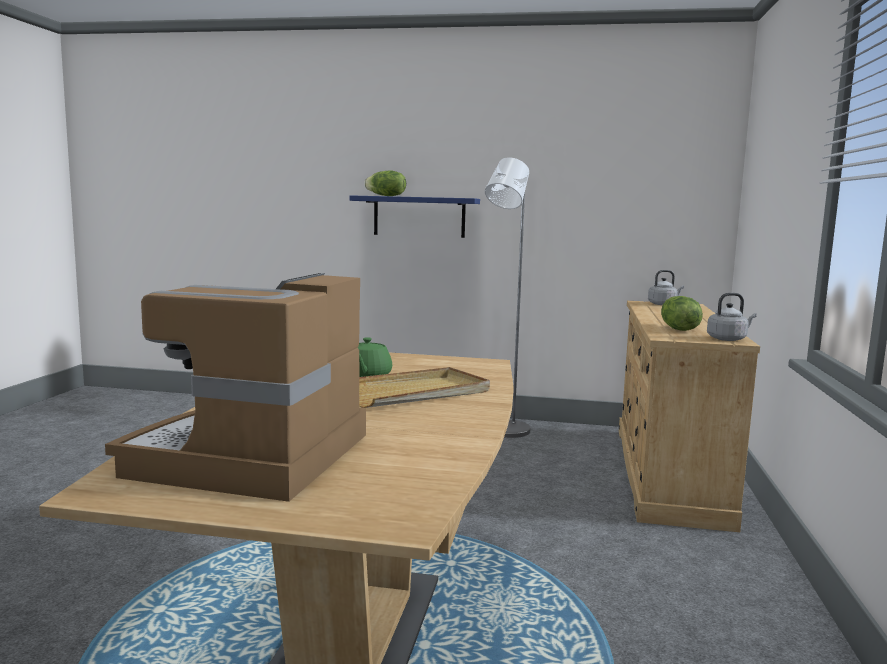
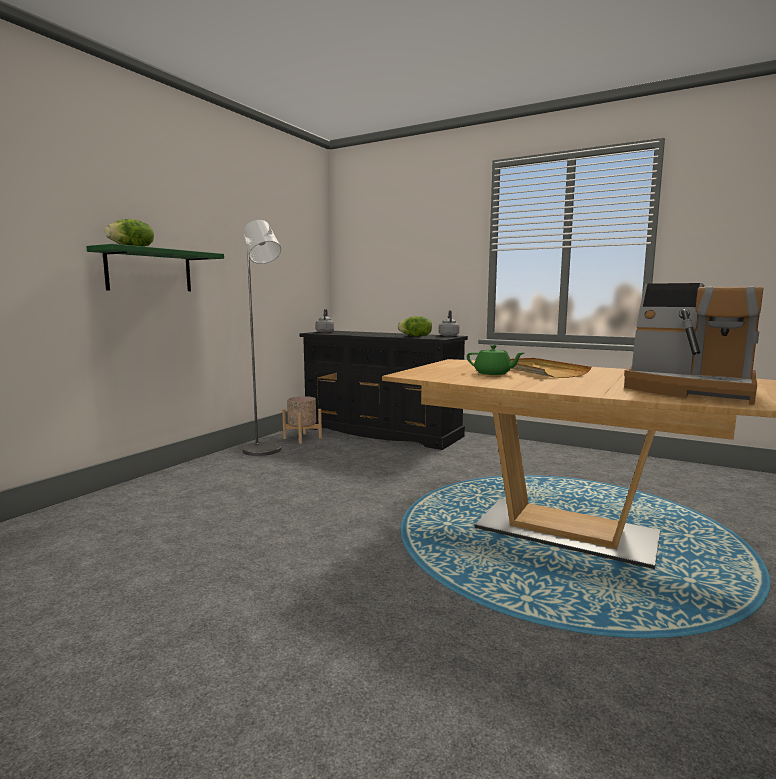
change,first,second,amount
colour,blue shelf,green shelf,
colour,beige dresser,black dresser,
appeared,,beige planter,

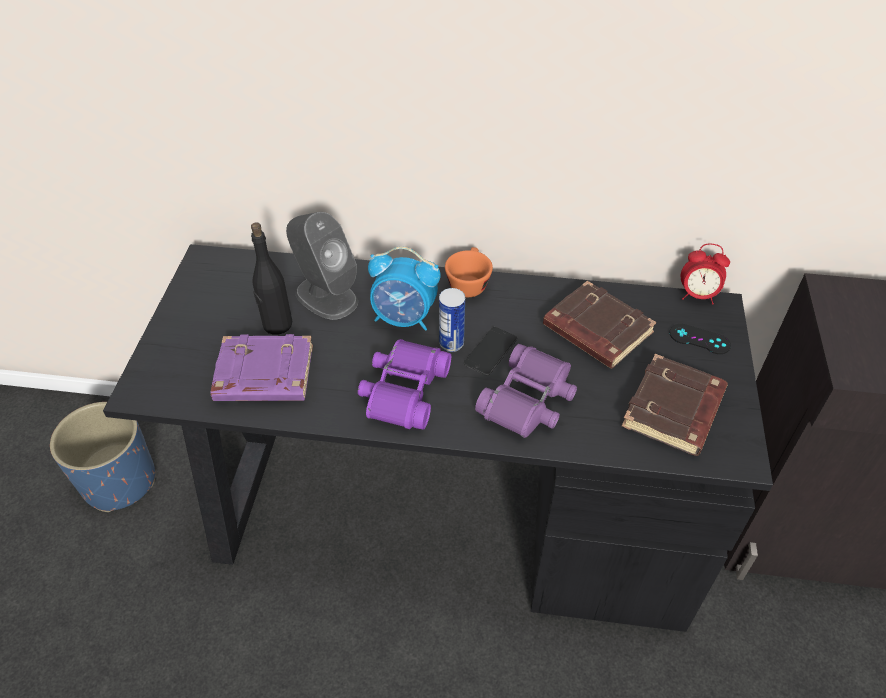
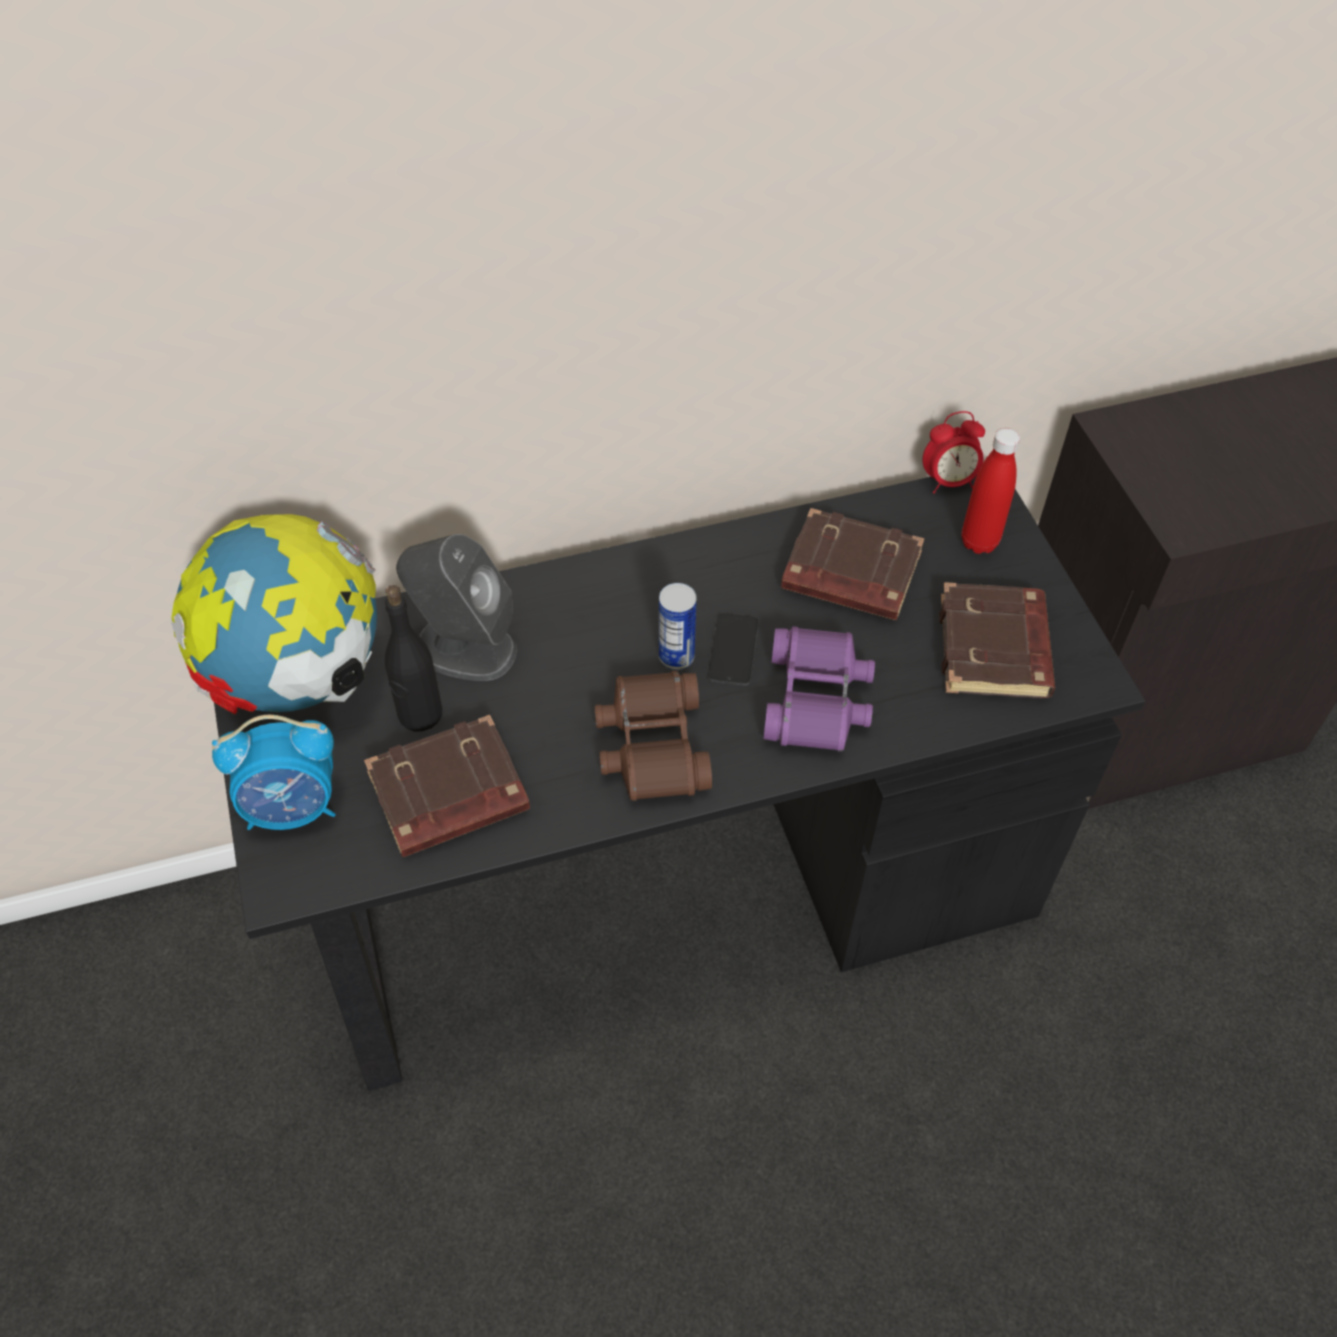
change,first,second,amount
missing,blue planter,,
colour,purple book,brown book (no. 1 from left),
colour,purple binoculars (no. 1 from left),brown binoculars,
relocated,alarm clock (no. 1 from left),,
missing,orange cup,,
exchanged,black game controller,red bottle,
appeared,,globe,

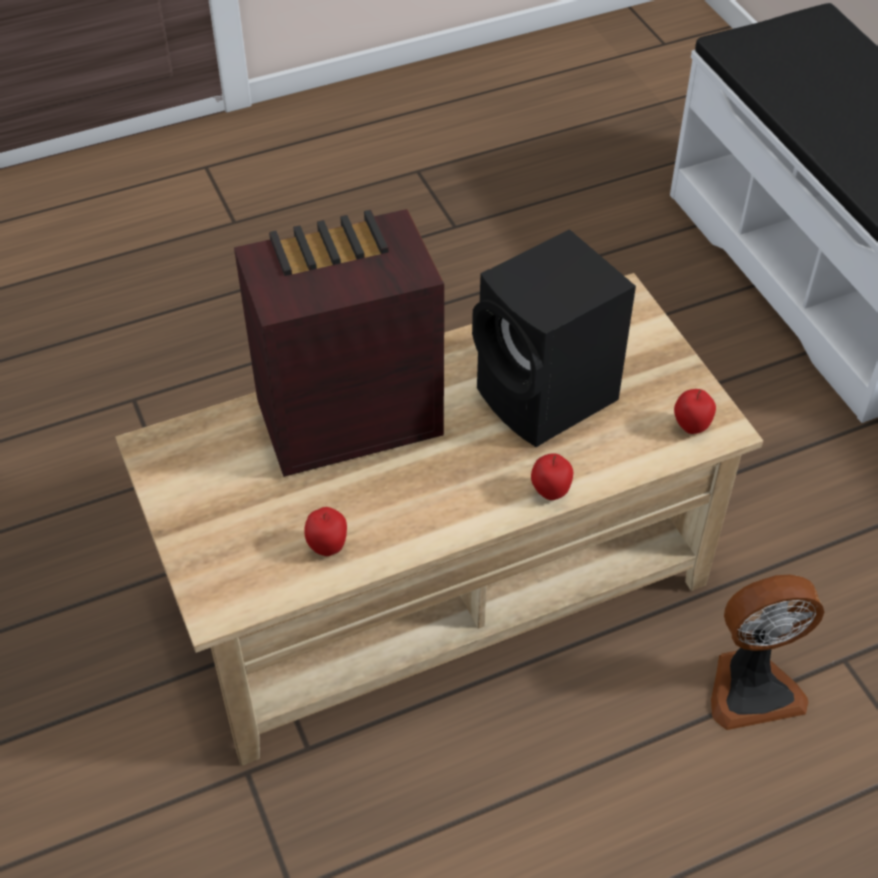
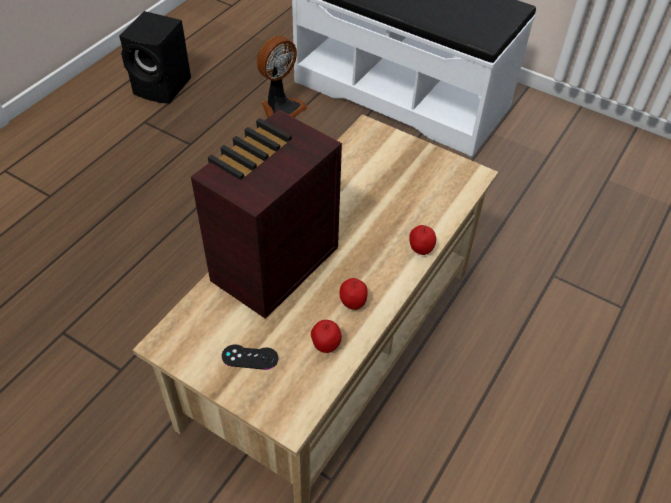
change,first,second,amount
relocated,black speaker,,
relocated,apple (no. 3 from left in the first image),apple (no. 2 from left),
relocated,fan,,
appeared,,black game controller,

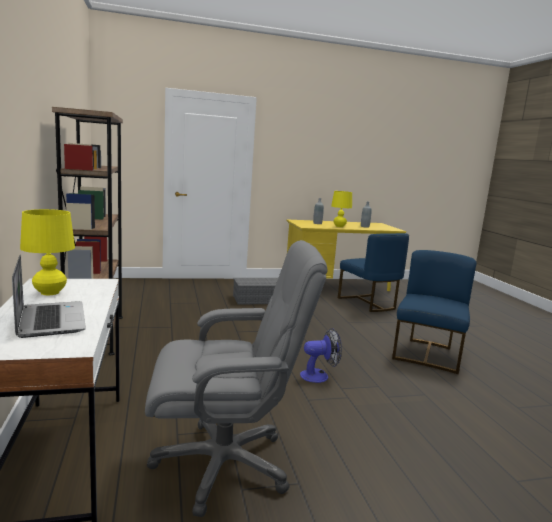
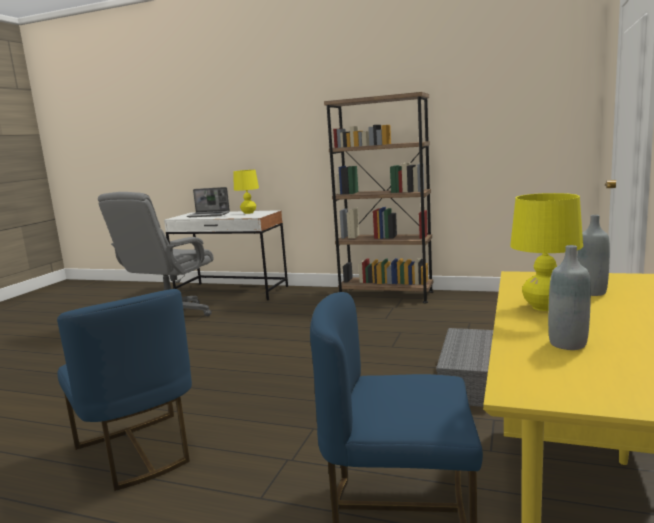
change,first,second,amount
missing,fan,,

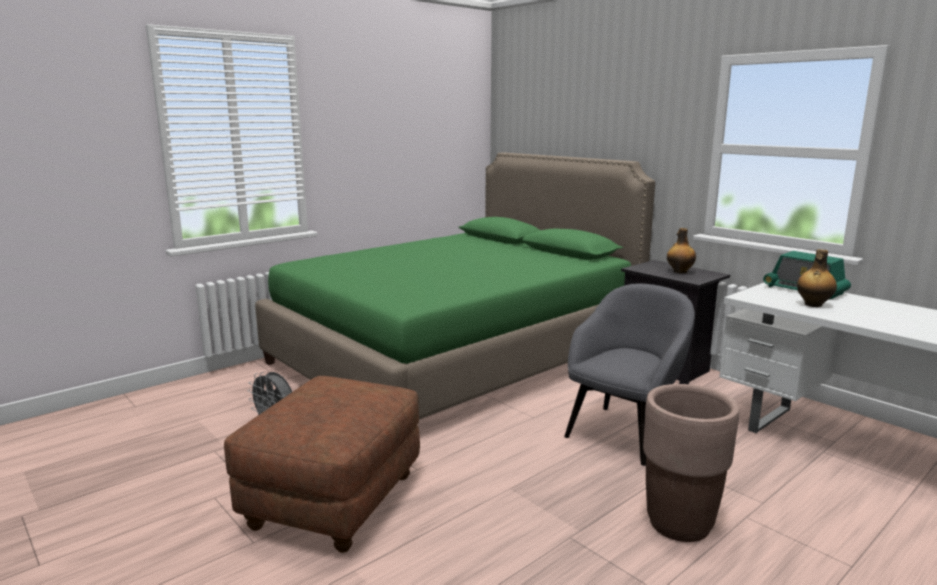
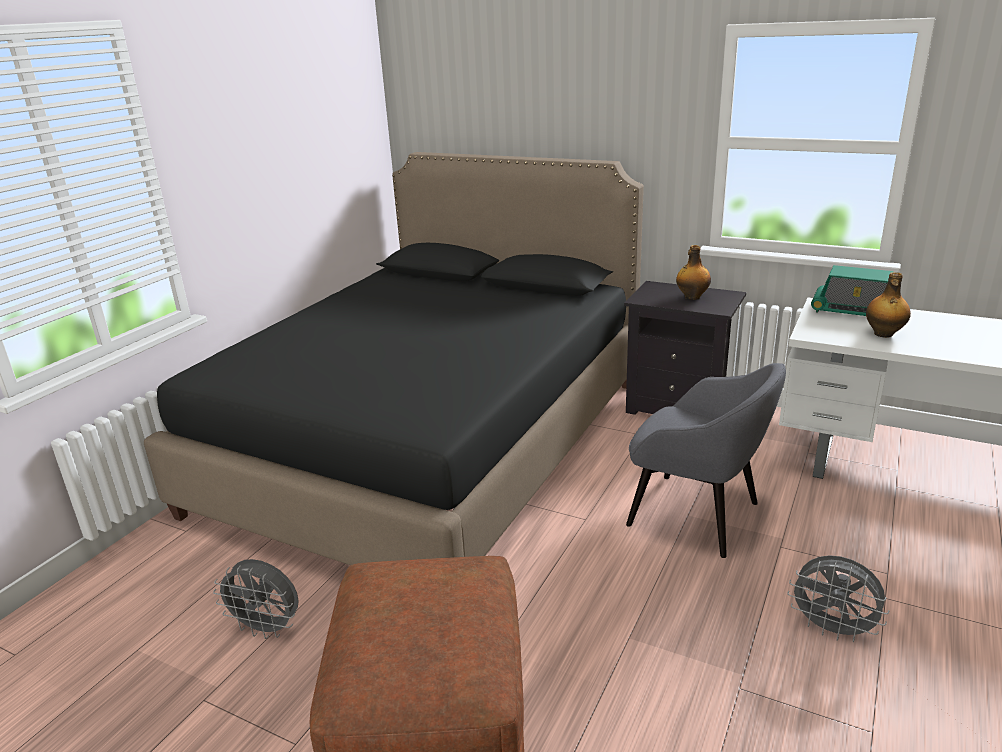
change,first,second,amount
colour,green bed,black bed,
spun,grey armchair,,105 degrees clockwise
exchanged,brown planter,grey fan (no. 2 from left),

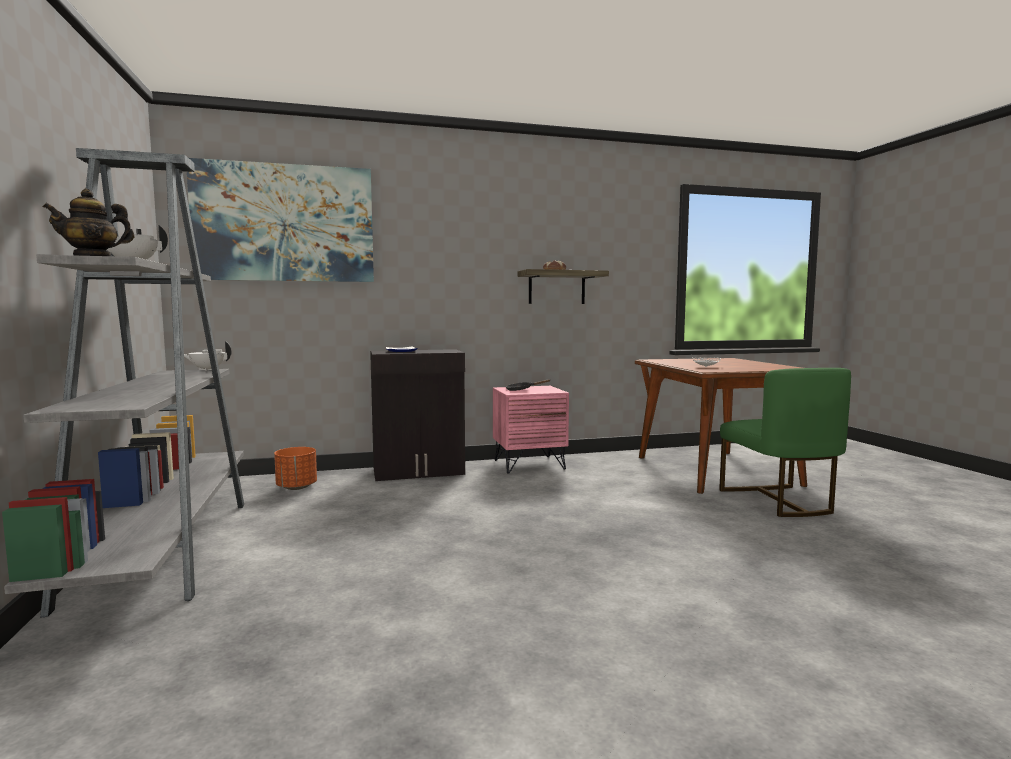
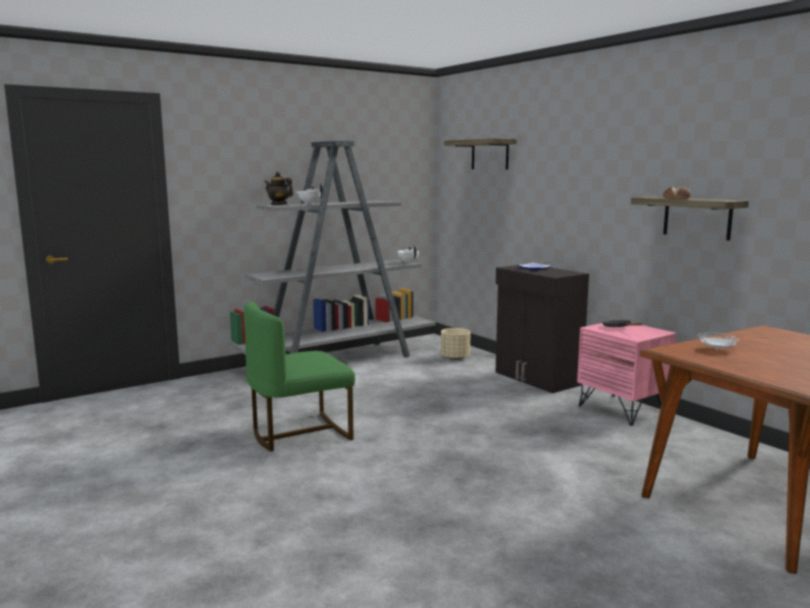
change,first,second,amount
exchanged,picture,shelf (no. 1 from left),
colour,orange planter,beige planter,
relocated,green chair,,

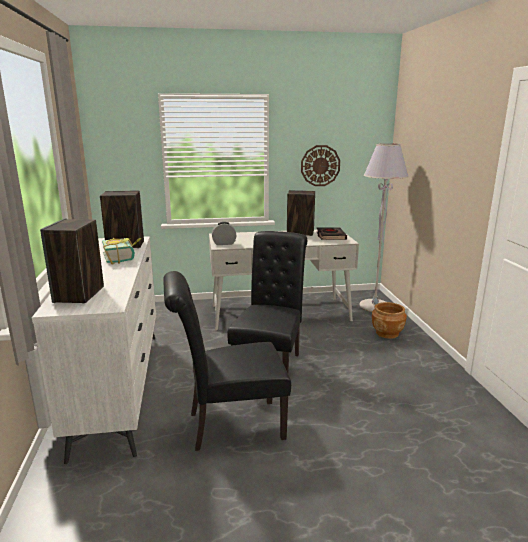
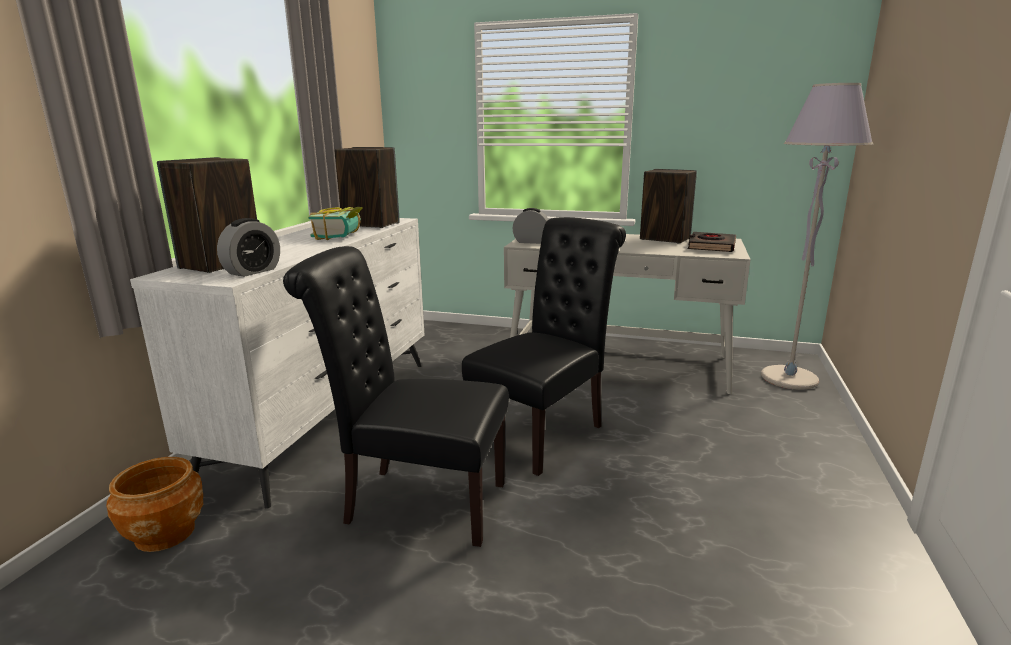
change,first,second,amount
missing,wall clock,,
relocated,brown planter,,
appeared,,alarm clock (no. 1 from left),

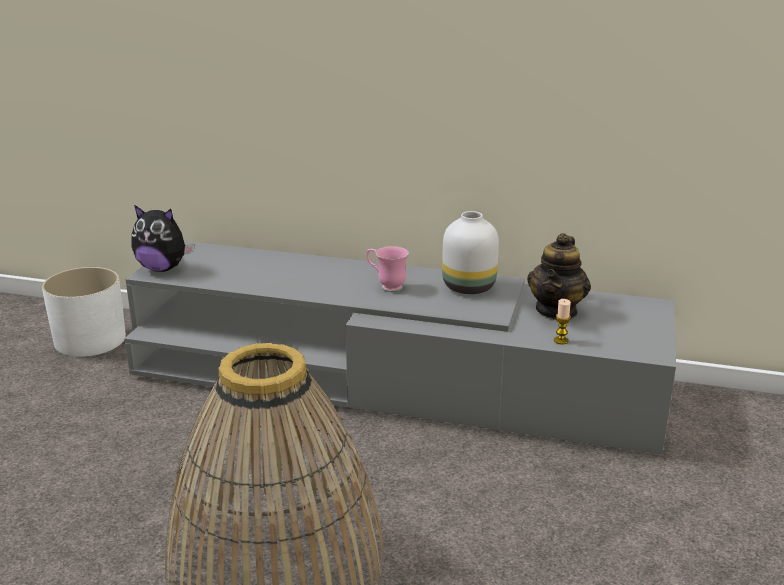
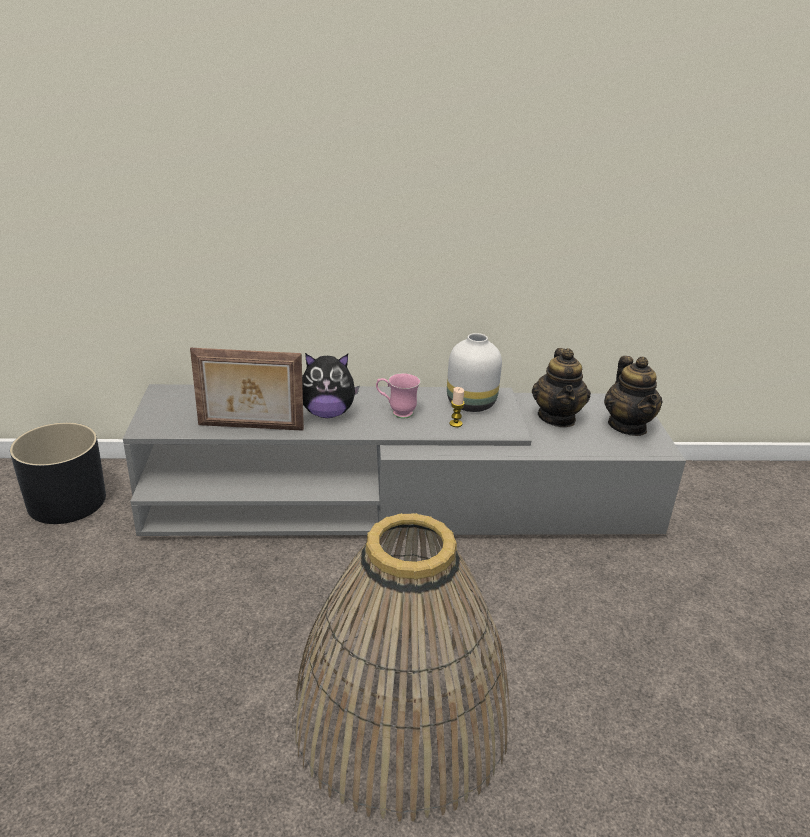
change,first,second,amount
colour,white planter,black planter,
relocated,plush toy,,
relocated,candle,,
appeared,,picture frame,
appeared,,teapot (no. 2 from left),

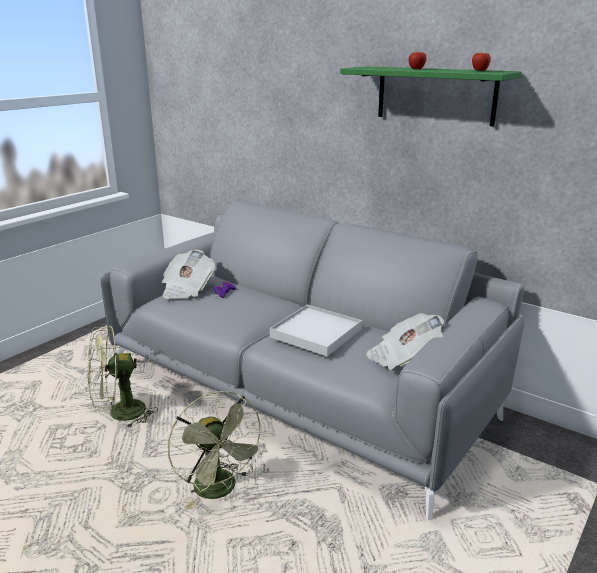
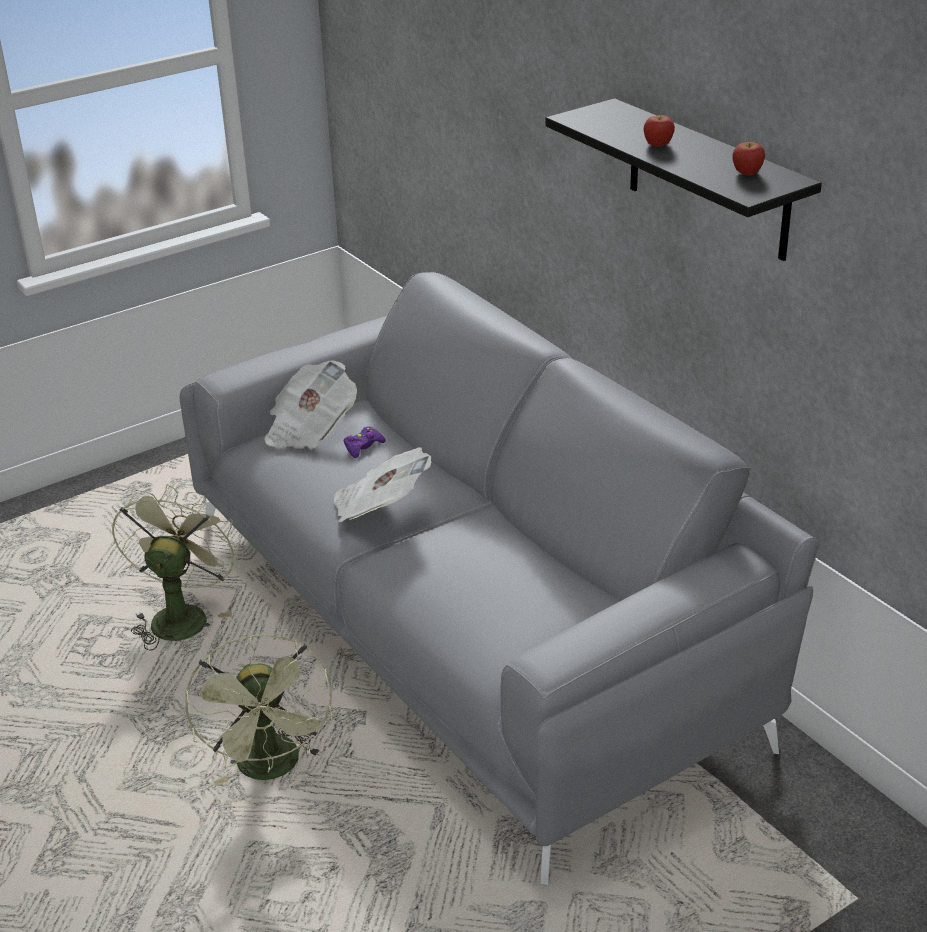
change,first,second,amount
spun,green fan (no. 1 from left),,105 degrees clockwise
missing,white tray,,
colour,green shelf,black shelf,
relocated,newspaper (no. 2 from left),,

